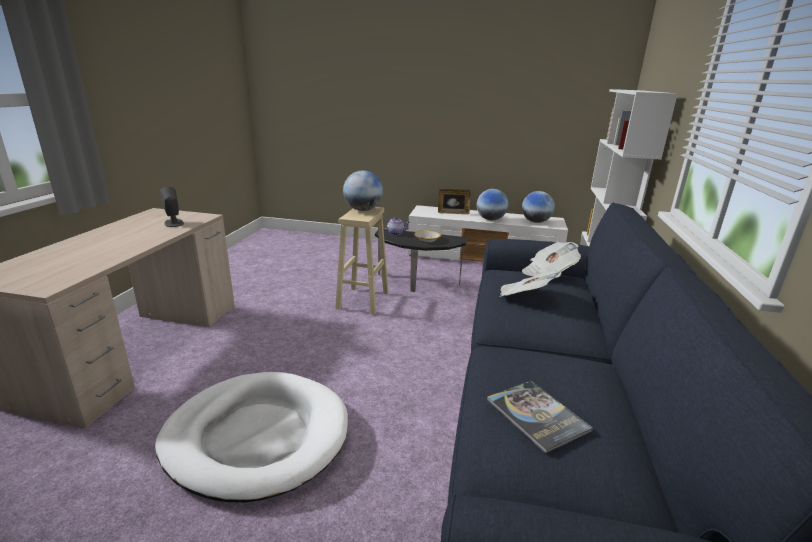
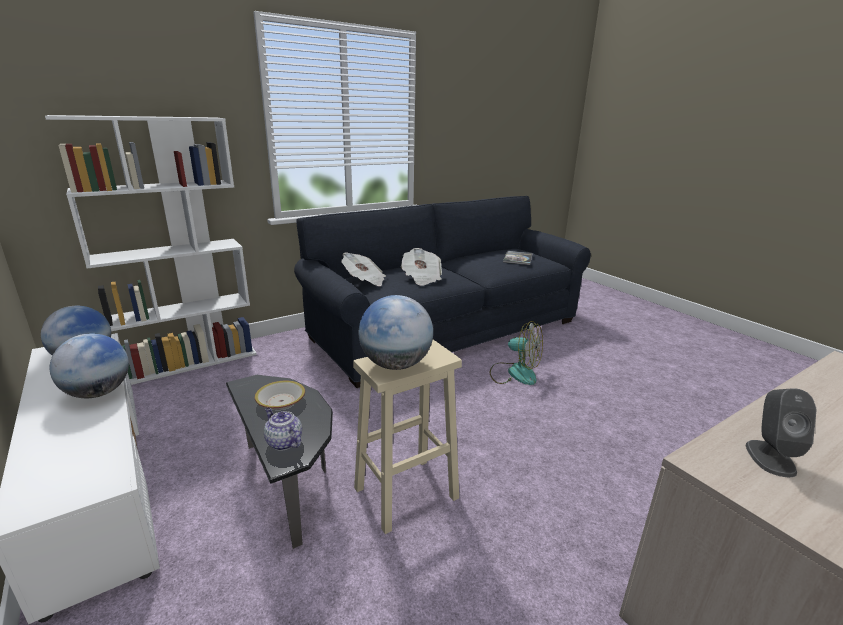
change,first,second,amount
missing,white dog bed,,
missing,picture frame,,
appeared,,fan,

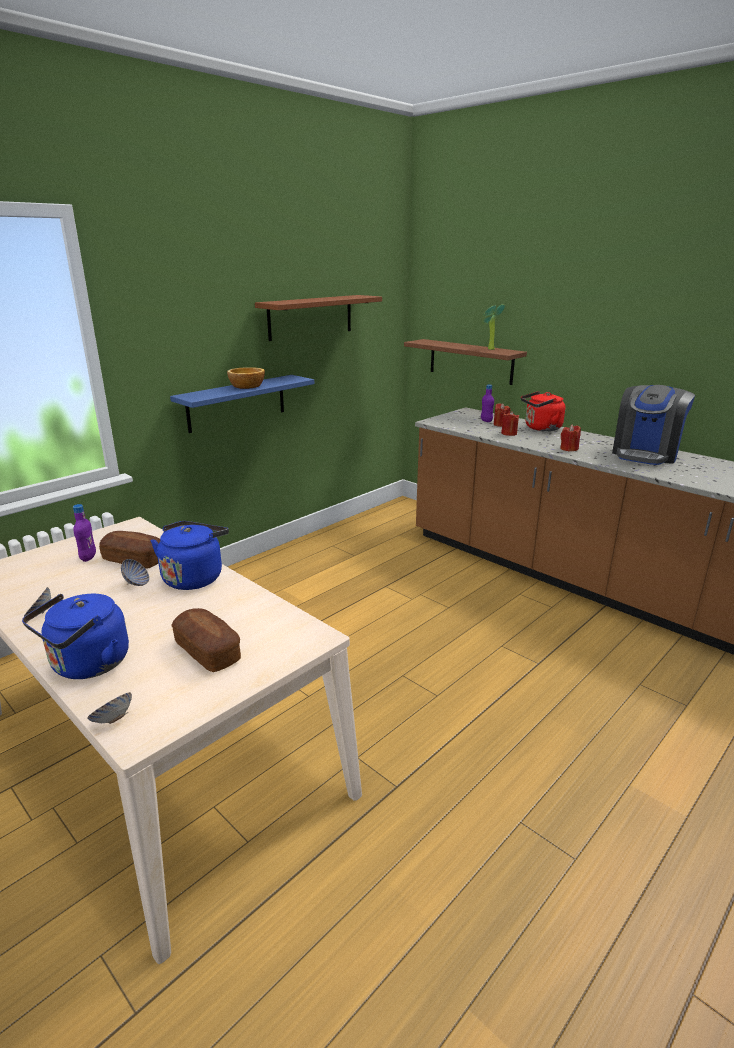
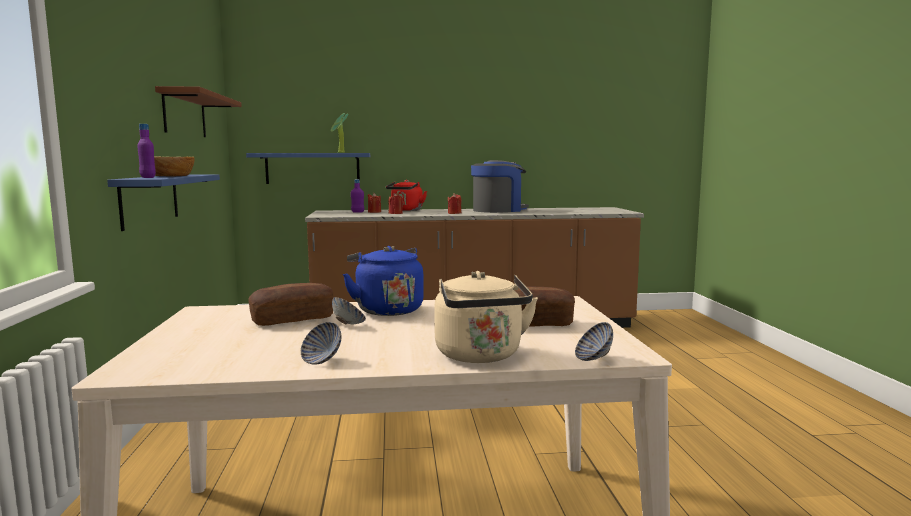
change,first,second,amount
colour,blue kettle (no. 1 from left),beige kettle,
relocated,purple bottle (no. 1 from left),,
colour,brown shelf (no. 2 from left),blue shelf (no. 2 from left),
spun,coffee machine,,105 degrees counterclockwise

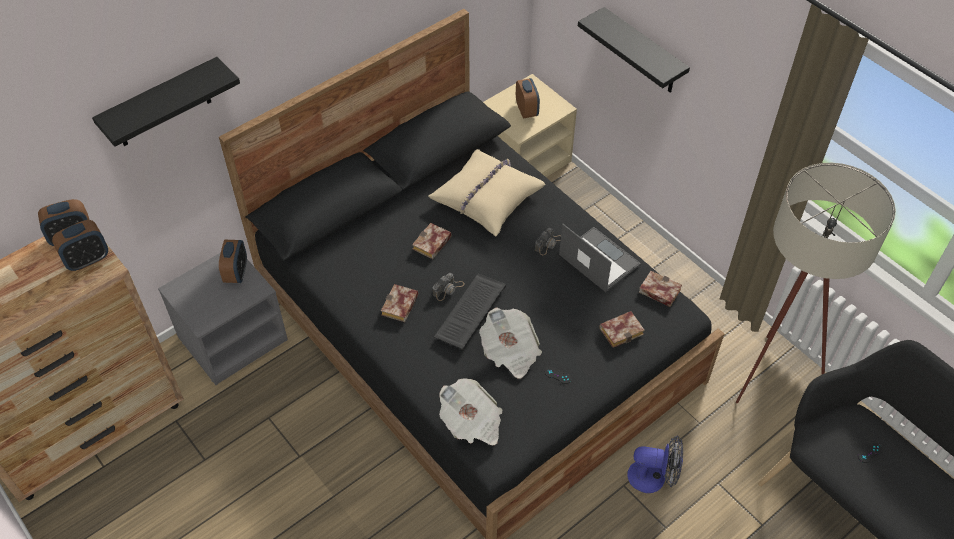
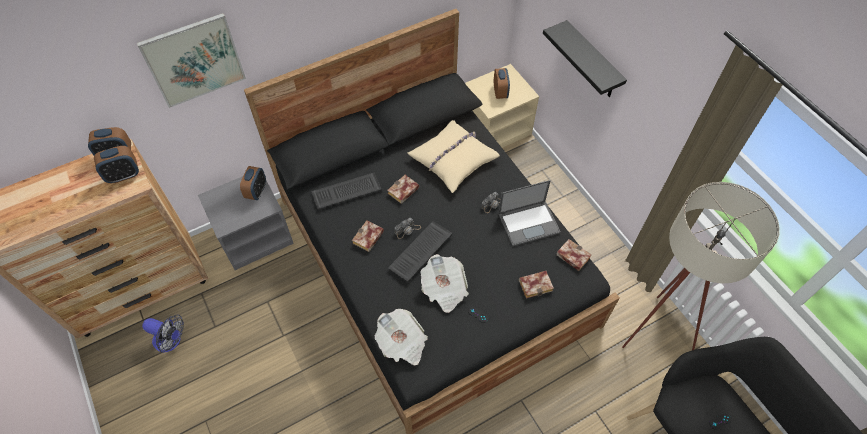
change,first,second,amount
exchanged,black shelf (no. 1 from left),picture,
spun,laptop,,105 degrees clockwise
relocated,fan,,
appeared,,keyboard (no. 1 from left),

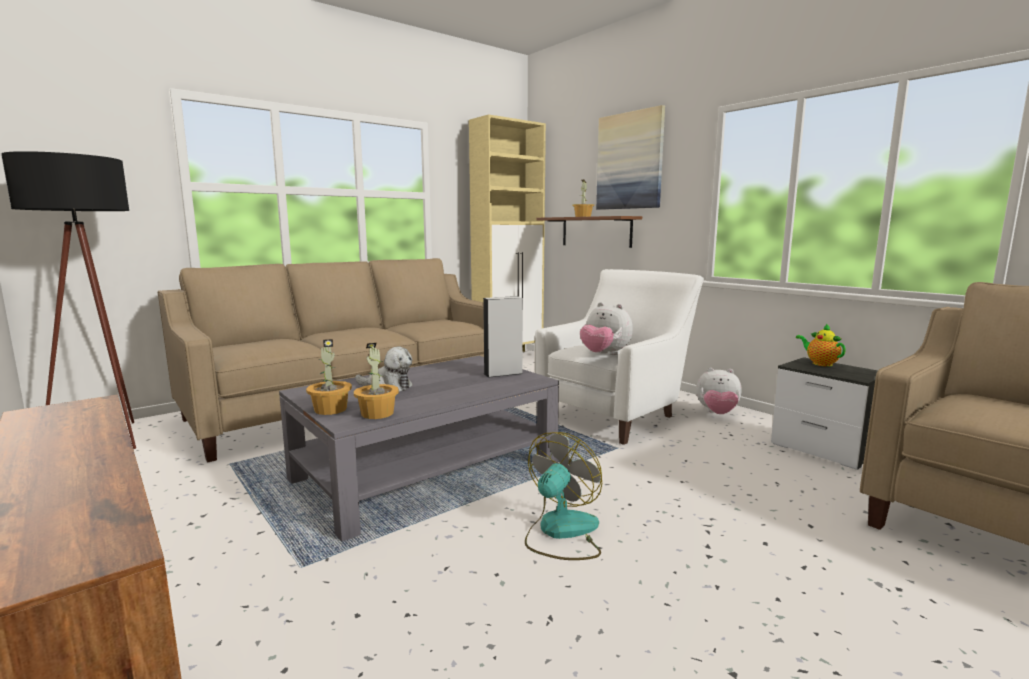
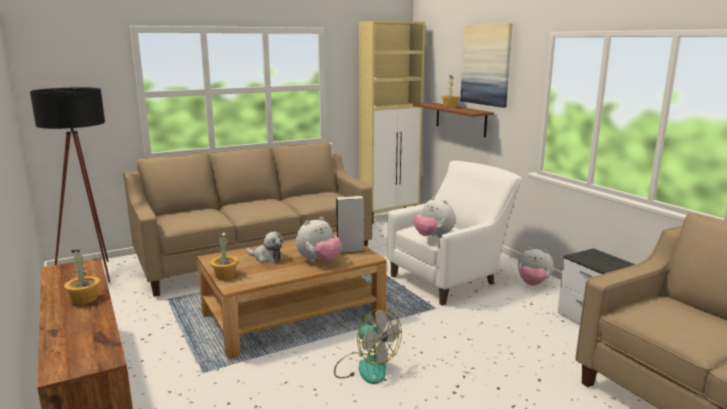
change,first,second,amount
colour,grey coffee table,brown coffee table,
relocated,potted plant (no. 2 from left in the first image),potted plant (no. 1 from left),
spun,fan,,90 degrees clockwise
missing,teapot,,
appeared,,plush toy (no. 2 from left),

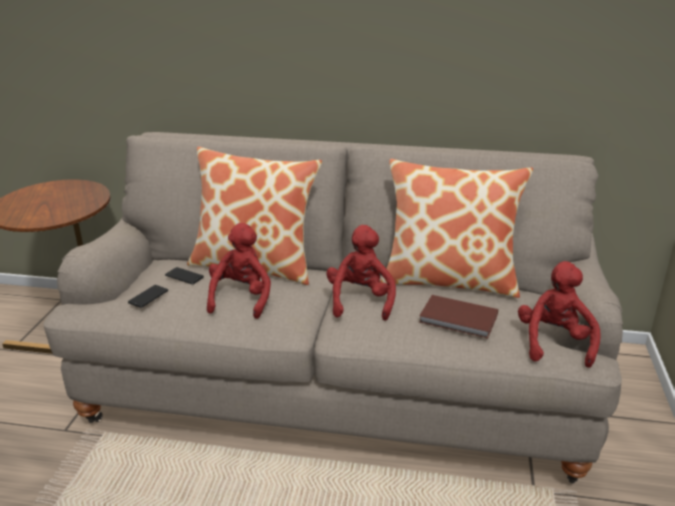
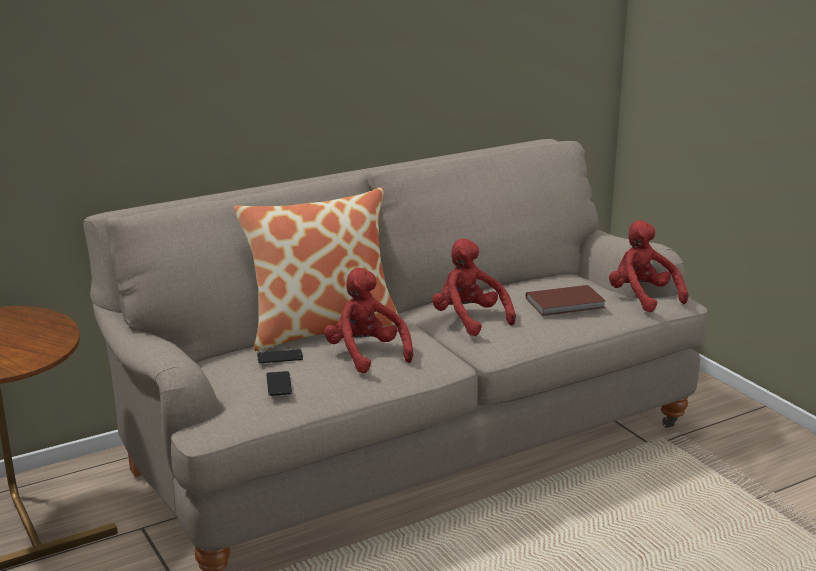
change,first,second,amount
missing,pillow (no. 2 from left),,

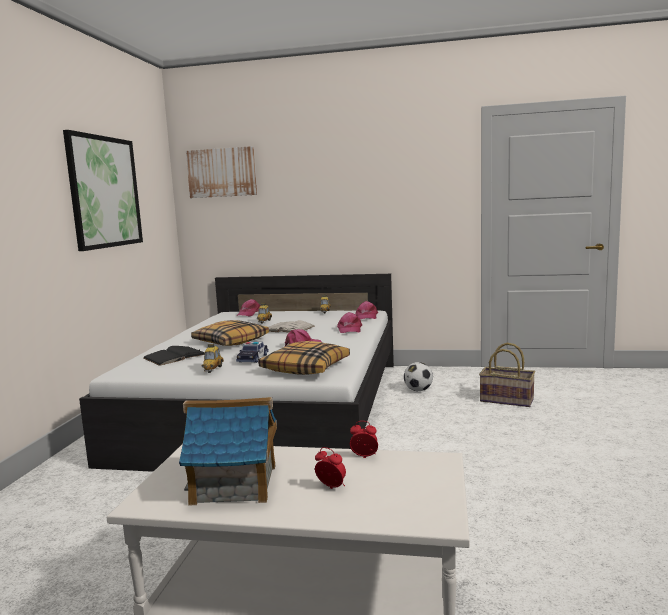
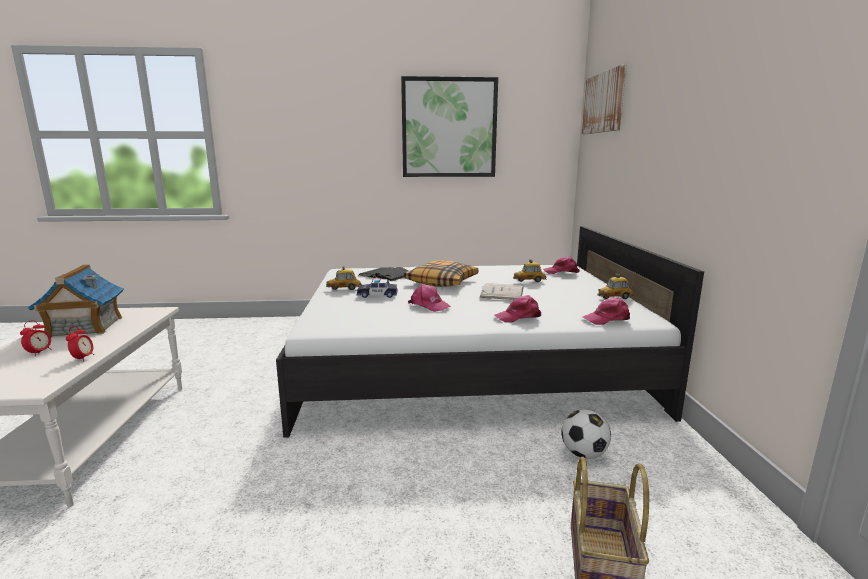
change,first,second,amount
missing,pillow (no. 2 from left),,

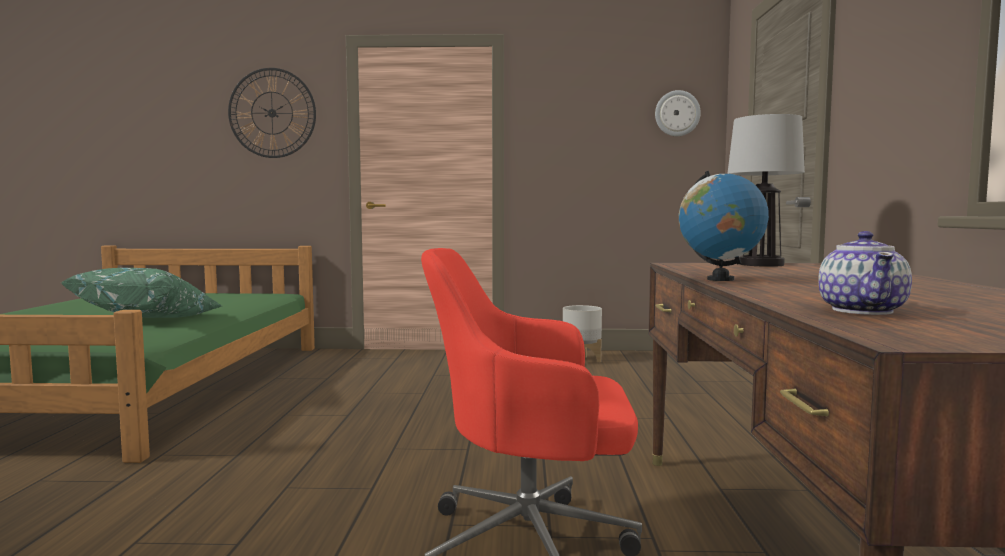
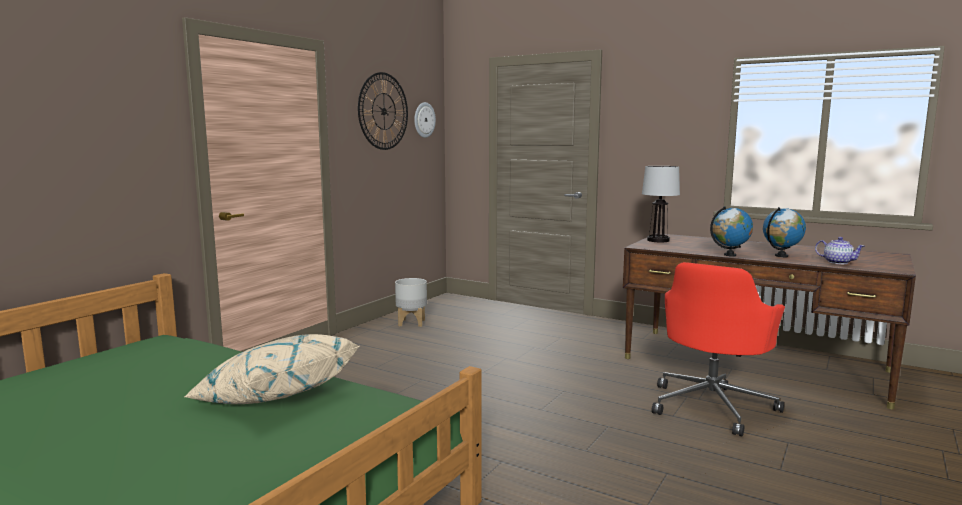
change,first,second,amount
colour,green pillow,beige pillow,
relocated,wall clock (no. 1 from left),,
appeared,,globe (no. 2 from left),

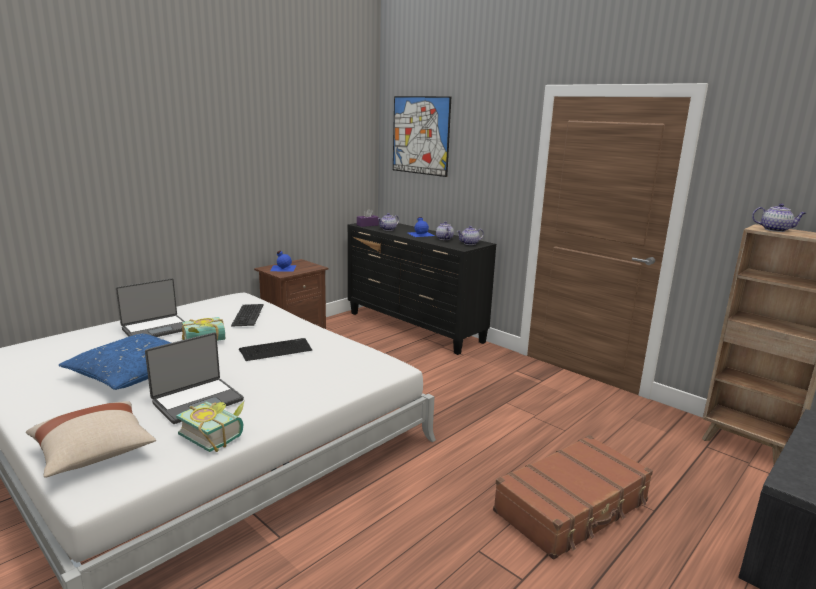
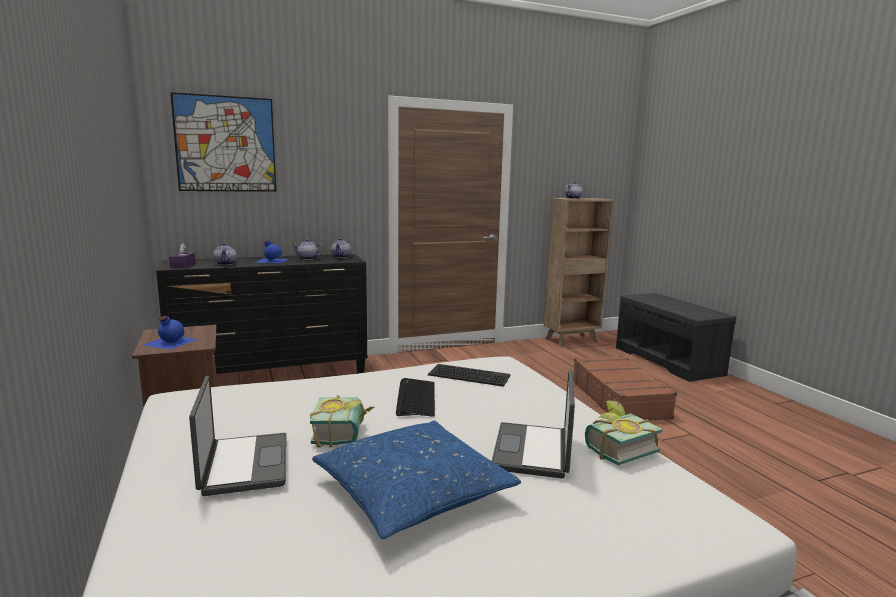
change,first,second,amount
missing,beige pillow,,
spun,laptop (no. 2 from left),,150 degrees counterclockwise
relocated,keyboard (no. 1 from left in the first image),keyboard (no. 2 from left),

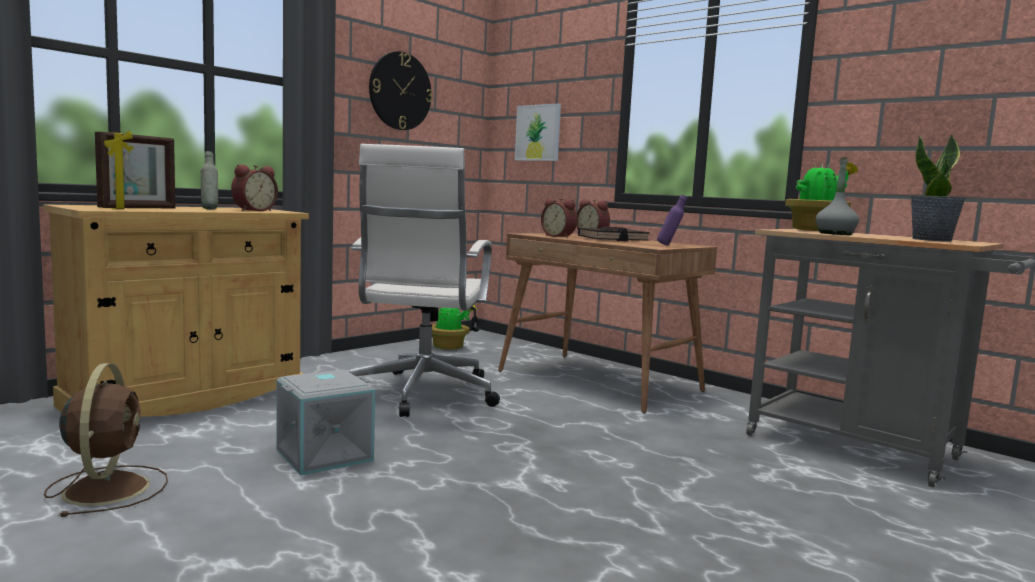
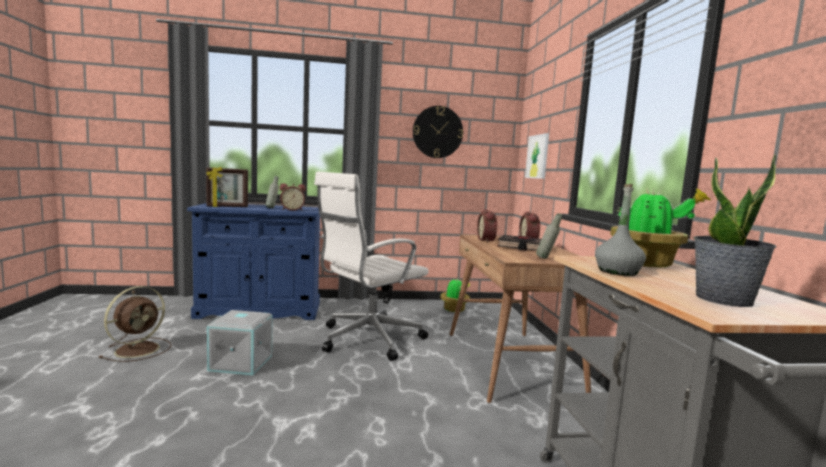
change,first,second,amount
colour,beige cabinet,blue cabinet,
colour,purple bottle,grey bottle (no. 2 from left),

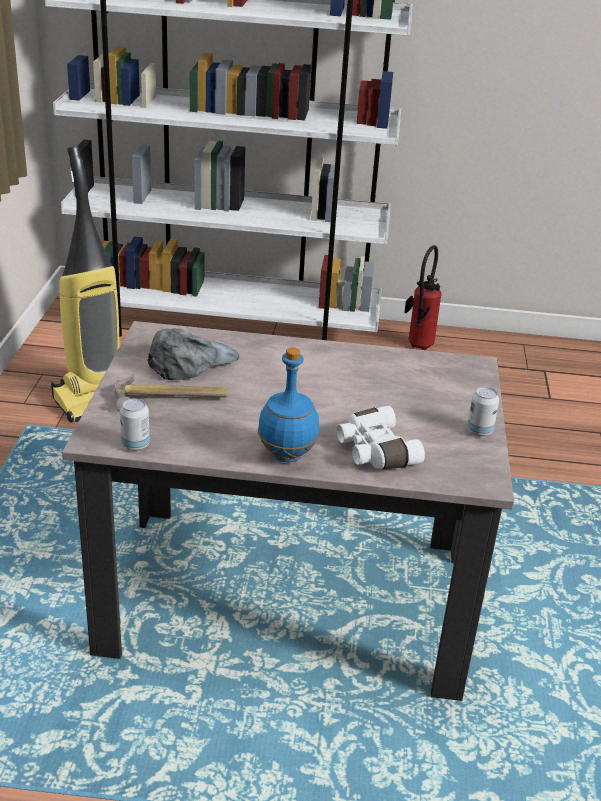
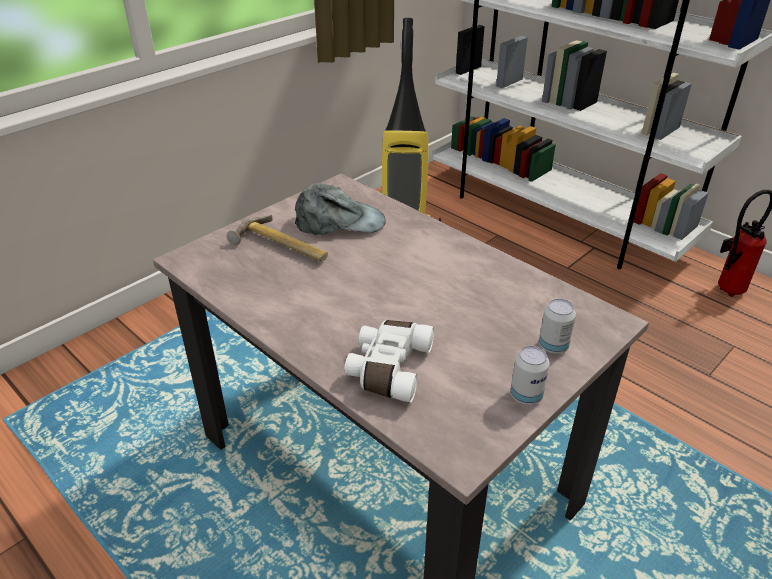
change,first,second,amount
relocated,can (no. 1 from left in the first image),can (no. 2 from left),
missing,blue bottle,,

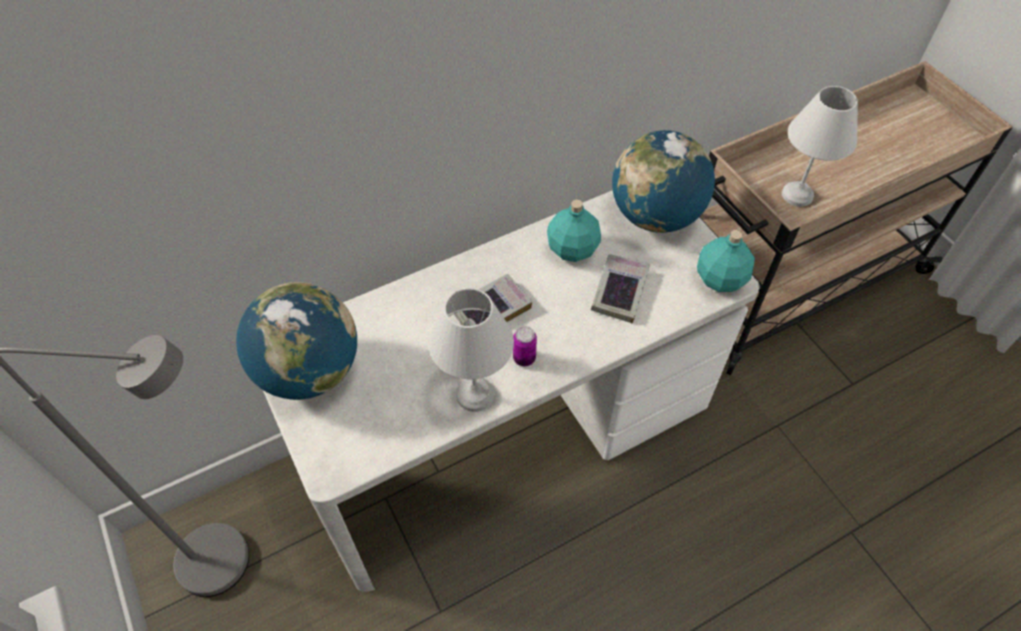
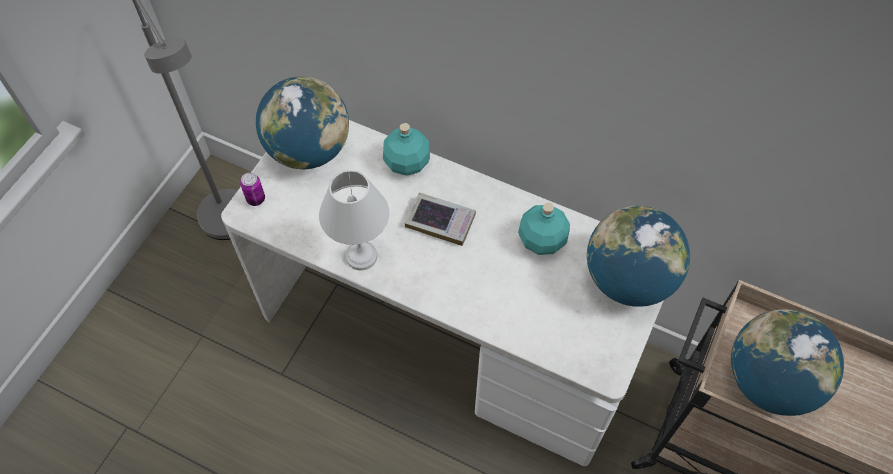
change,first,second,amount
relocated,can,,
missing,book (no. 2 from left),,
relocated,turquoise bottle (no. 2 from left in the first image),turquoise bottle (no. 1 from left),
exchanged,white table lamp (no. 2 from left),globe (no. 3 from left),

